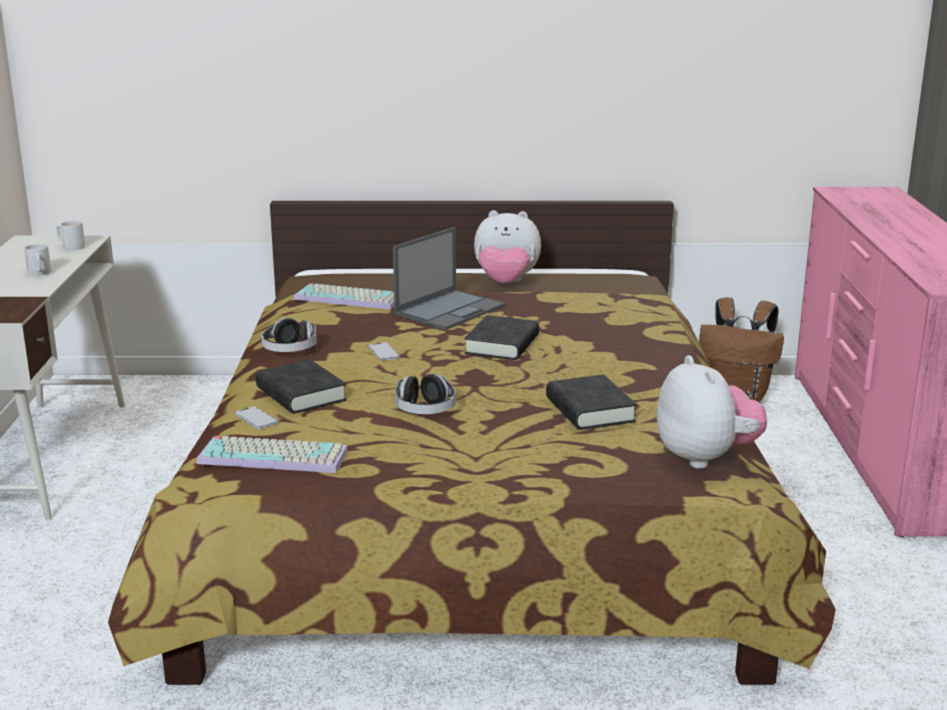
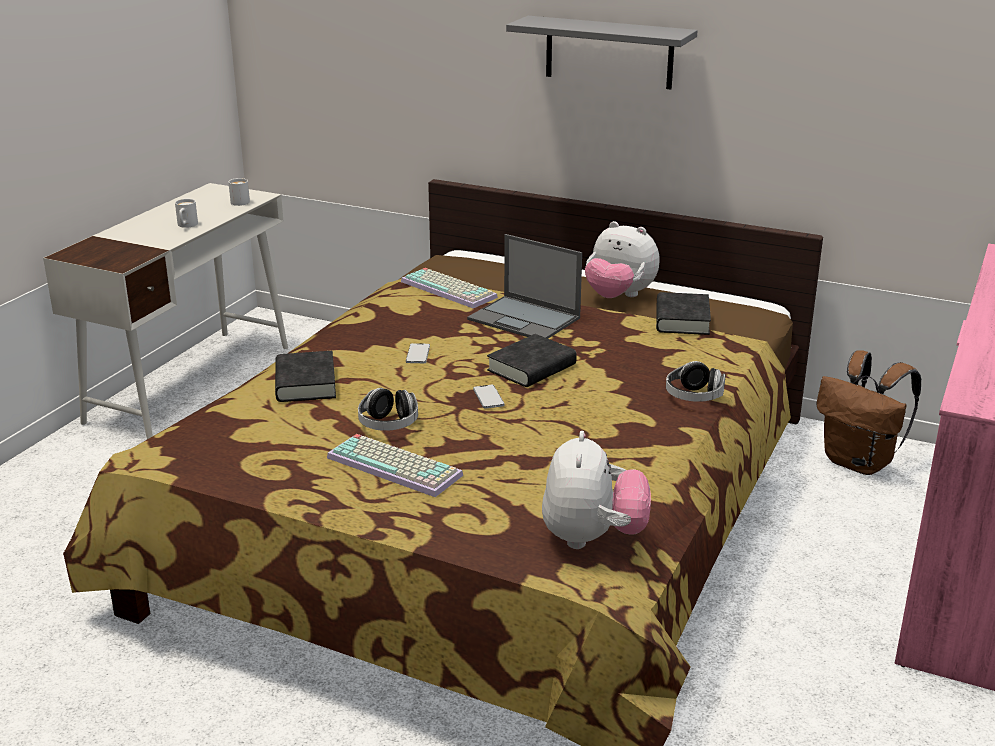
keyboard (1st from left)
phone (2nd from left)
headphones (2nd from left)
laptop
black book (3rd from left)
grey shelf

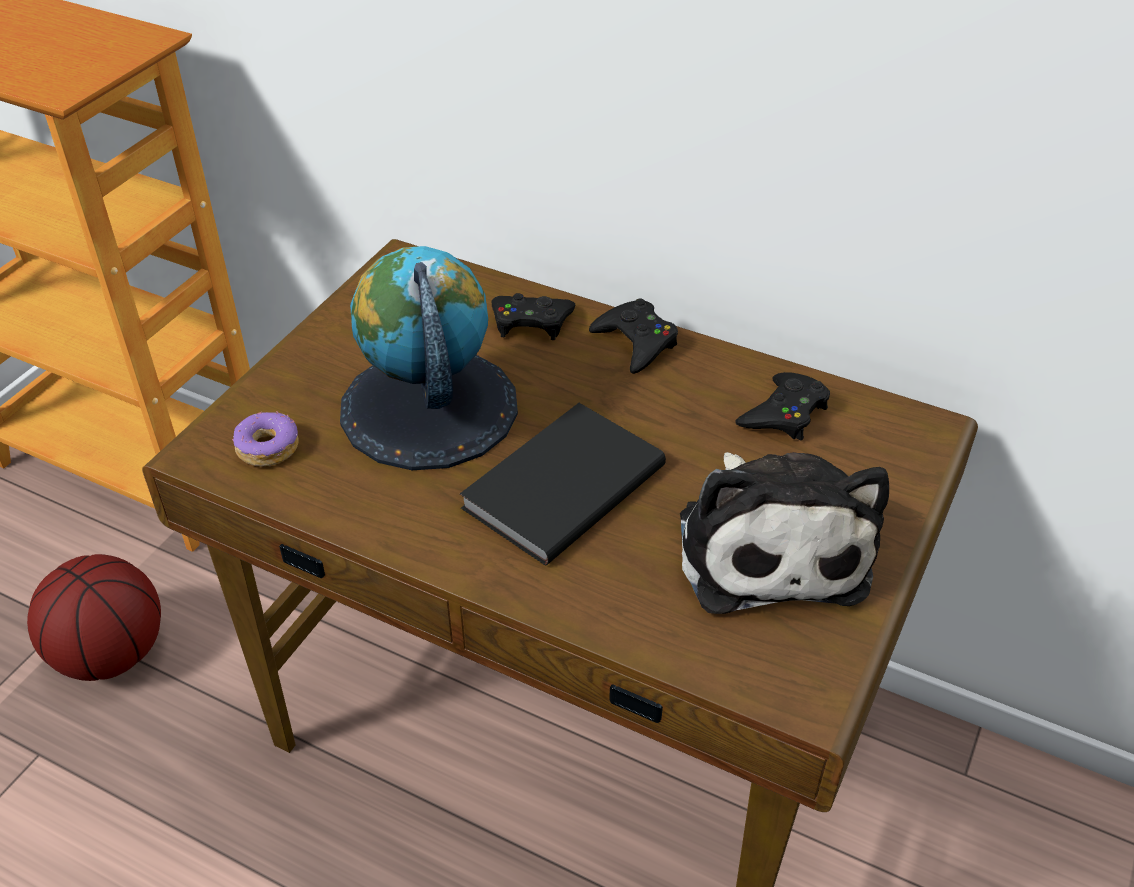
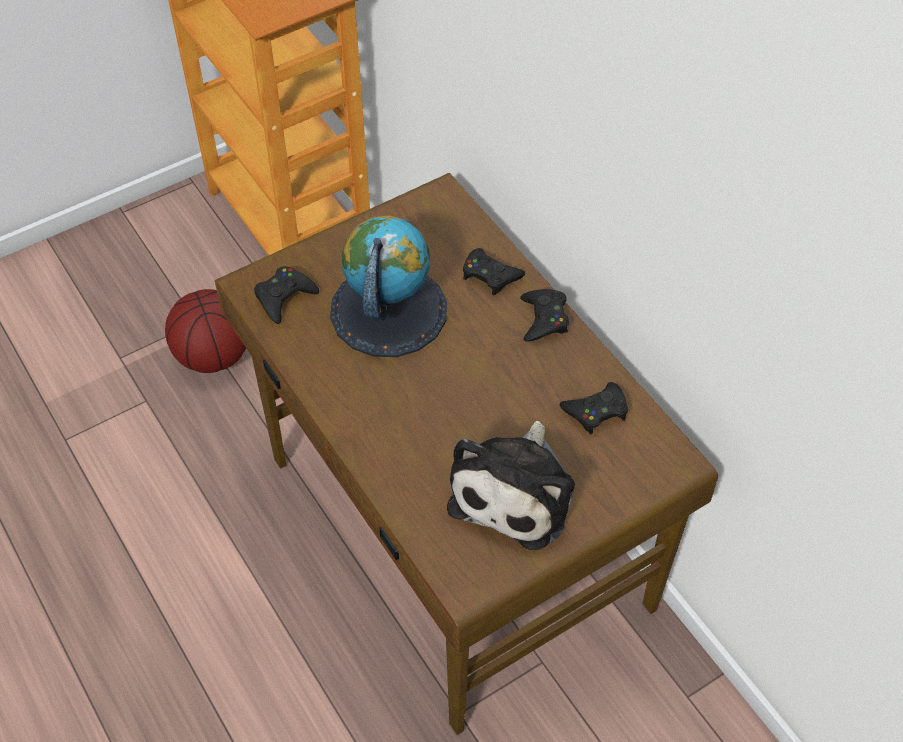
black game controller (1st from left)
black book

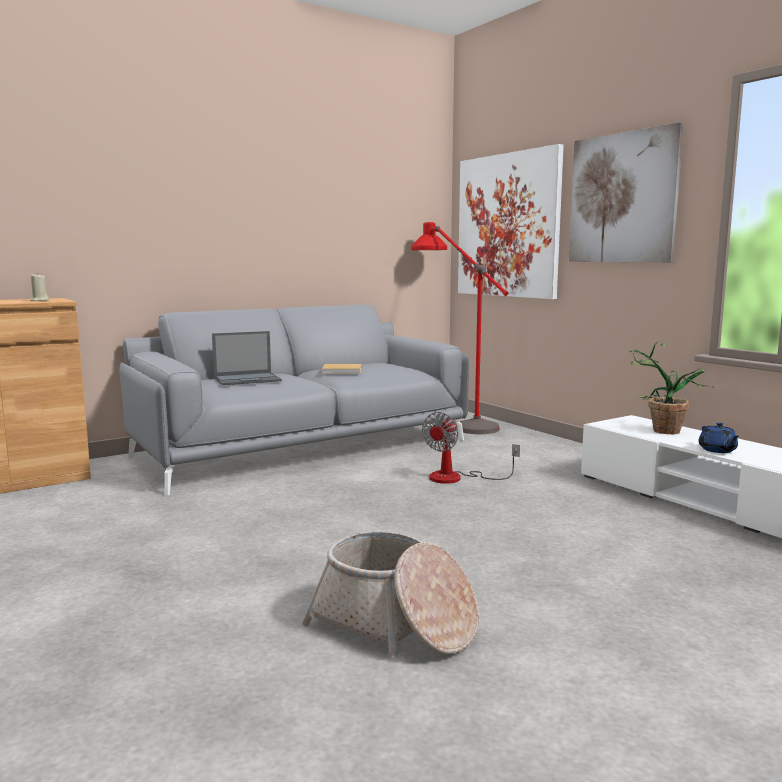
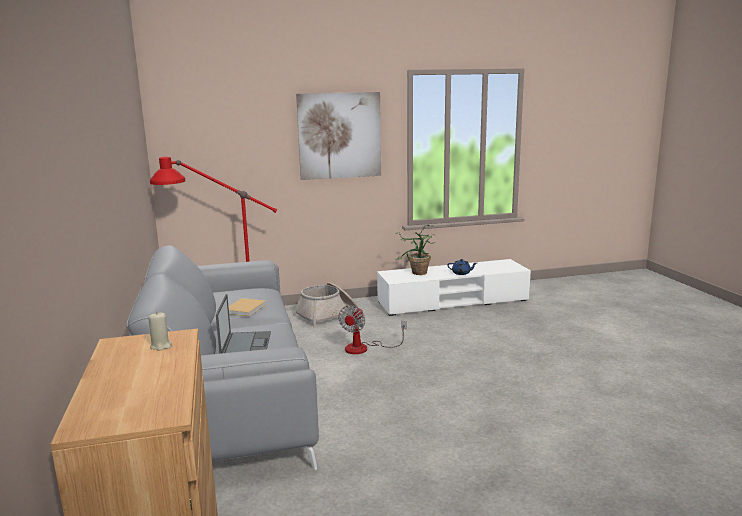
basket
fan
picture (1st from left in the first image)

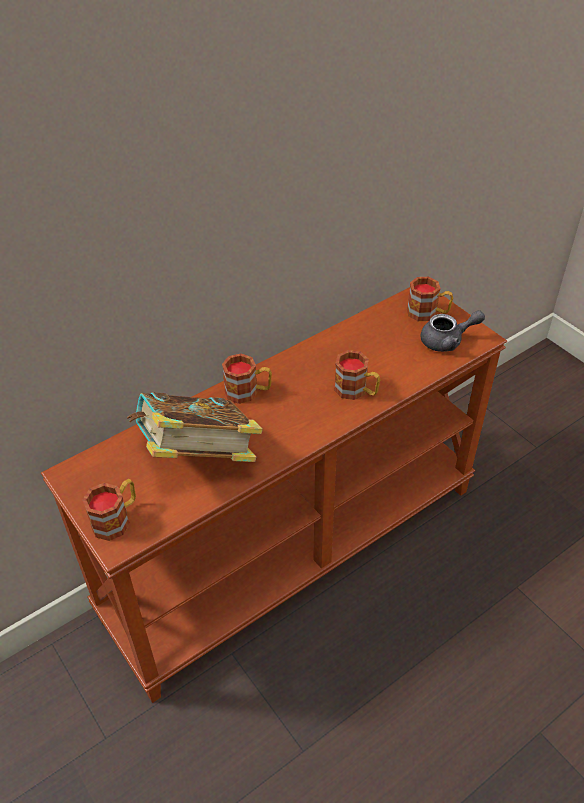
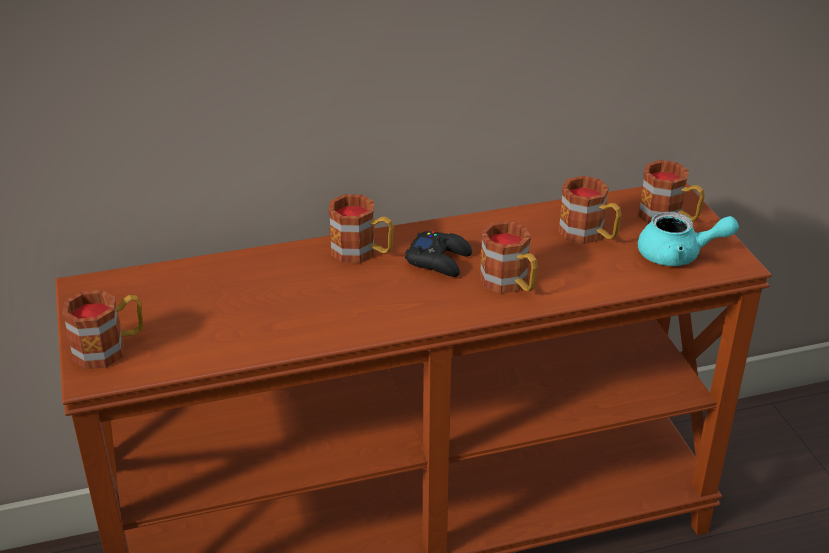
book
turquoise teapot
black game controller
mug (4th from left)

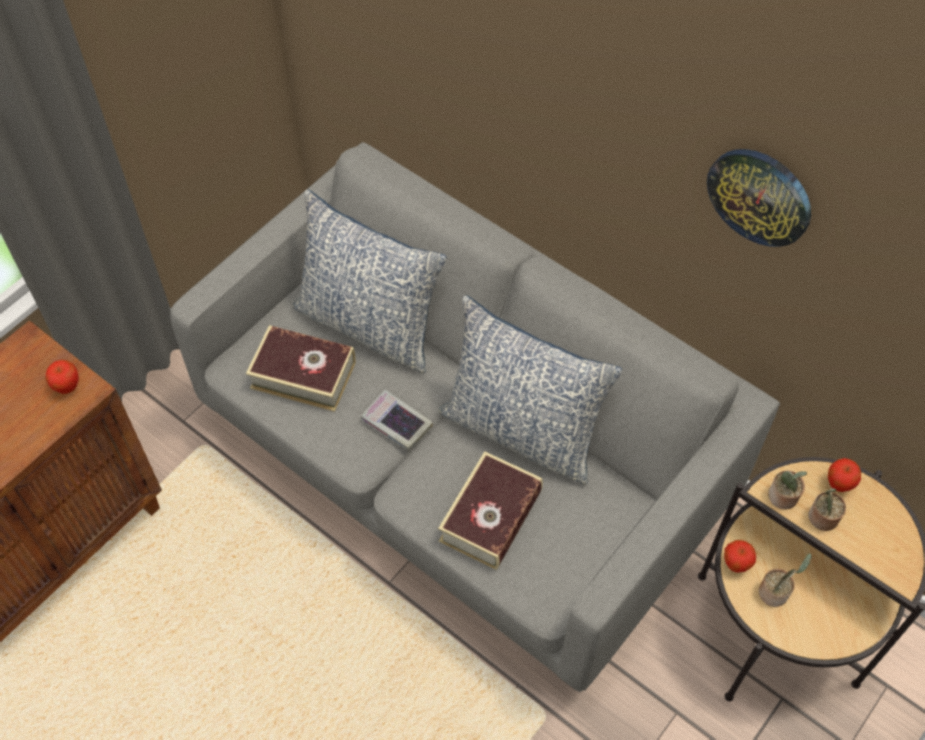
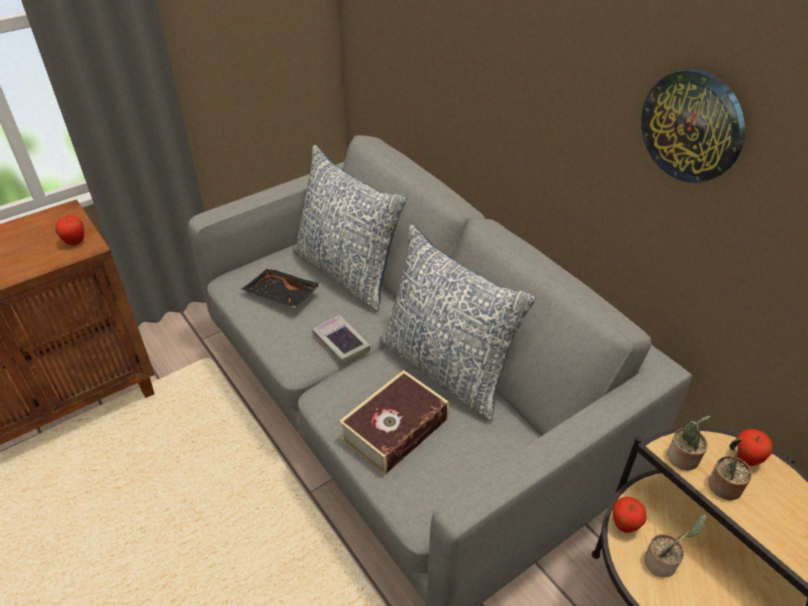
black tray

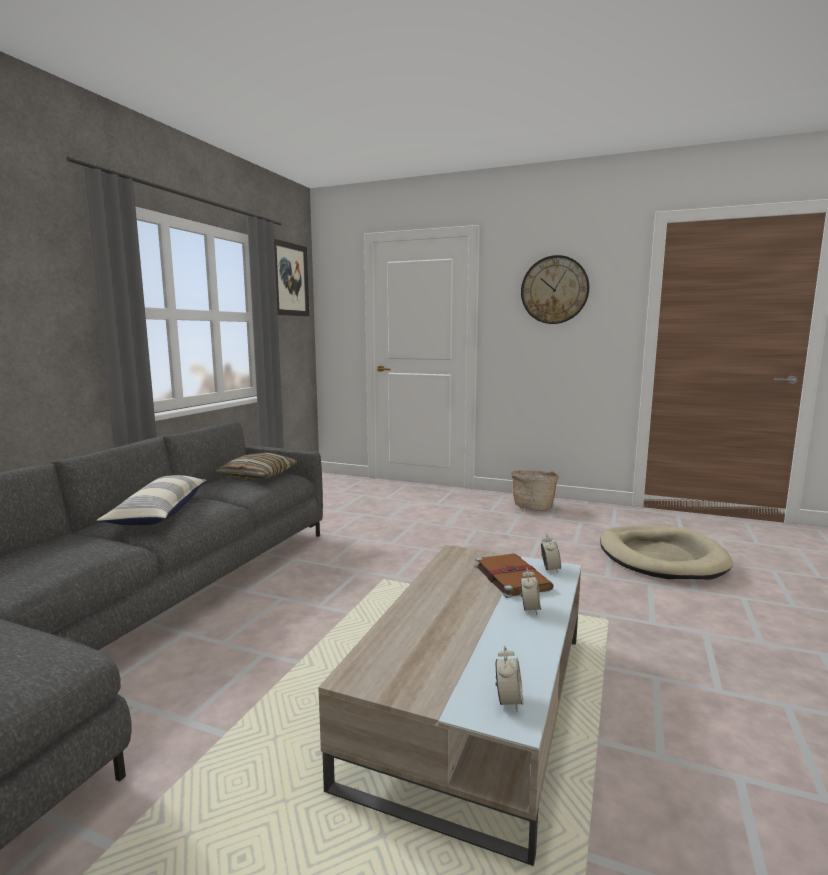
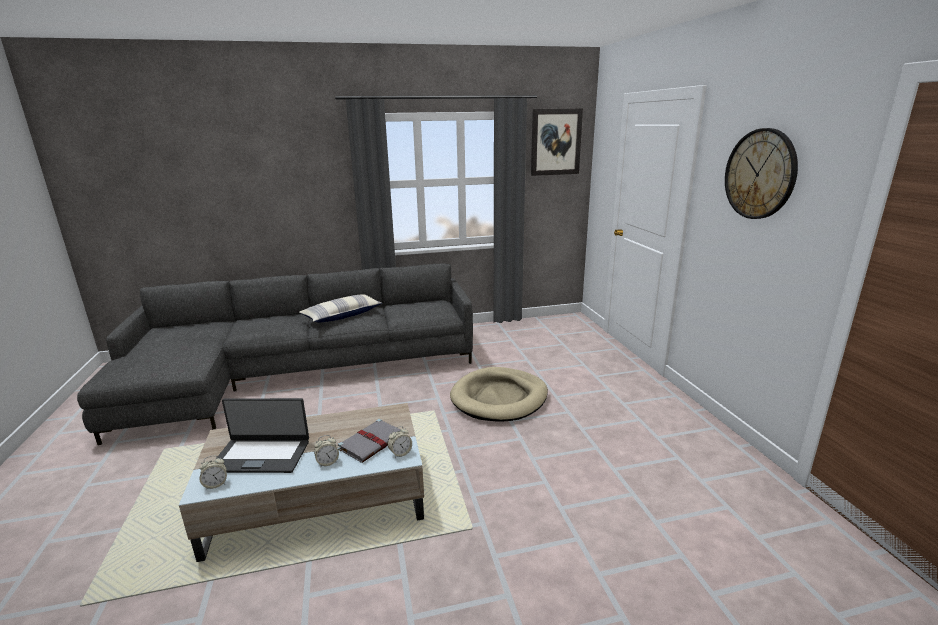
pillow (2nd from left in the first image)
grey book
basket
beige dog bed
laptop

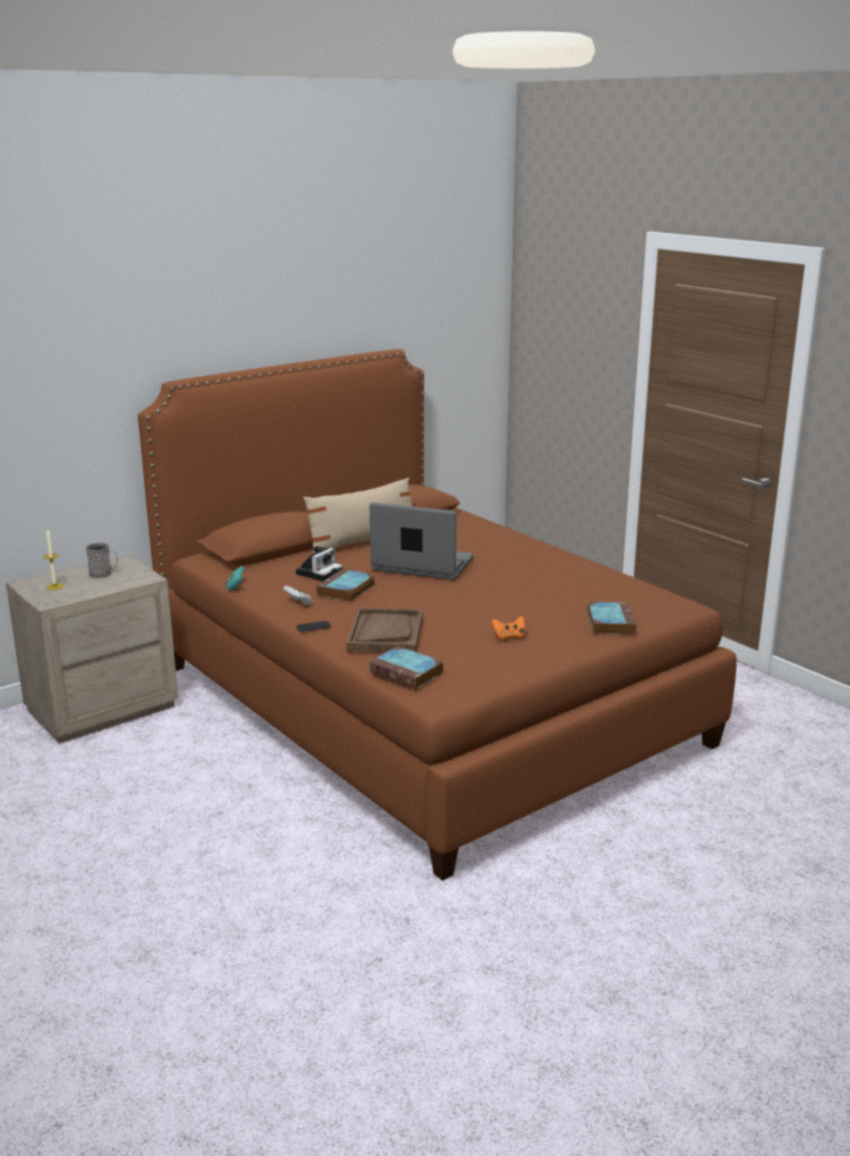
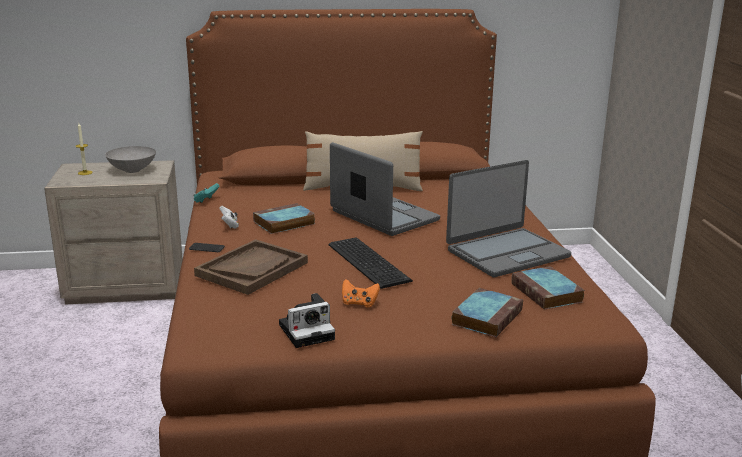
grey bowl
photo camera
book (3rd from left)
keyboard
laptop (2nd from left)

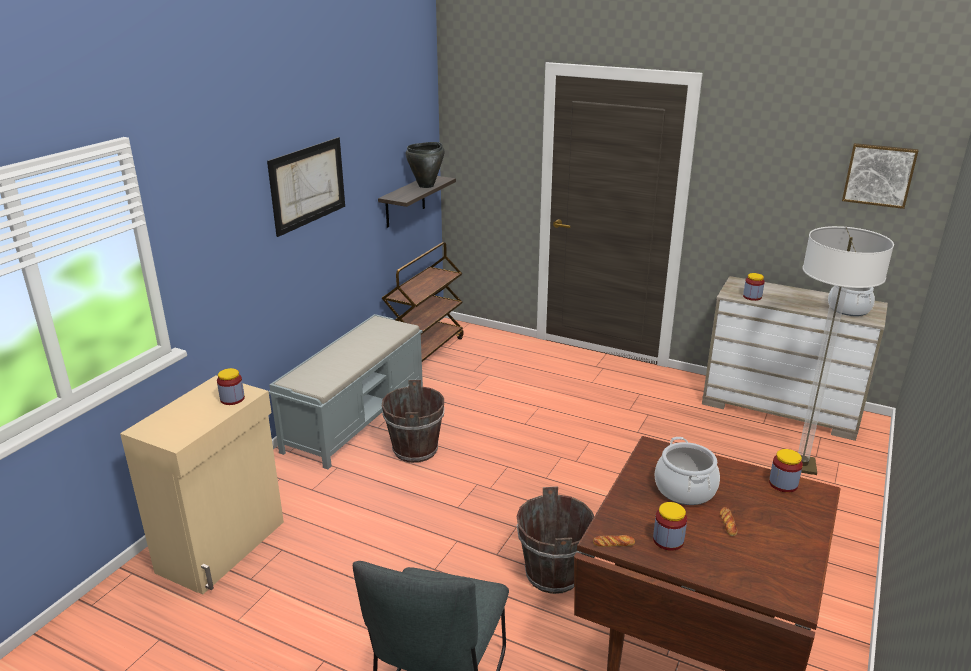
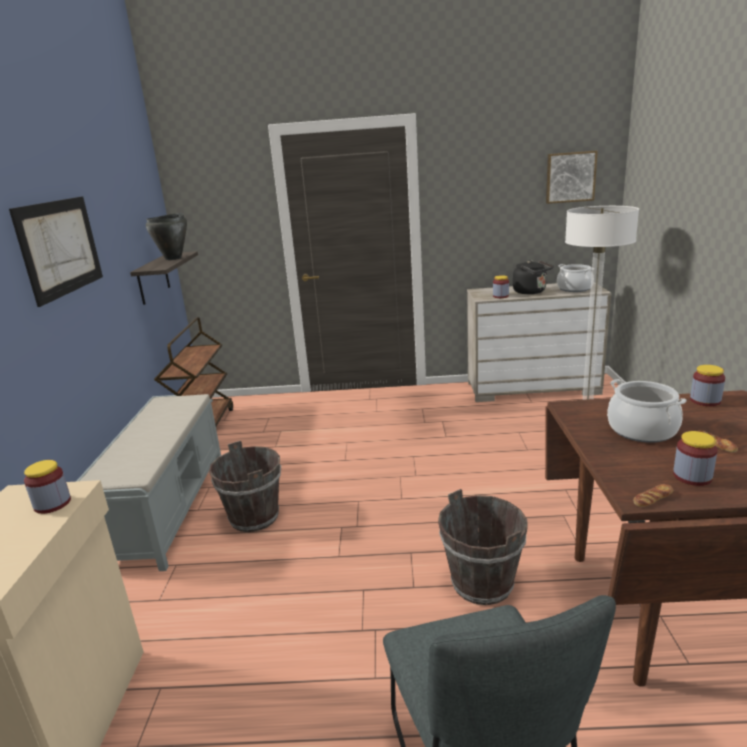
black kettle

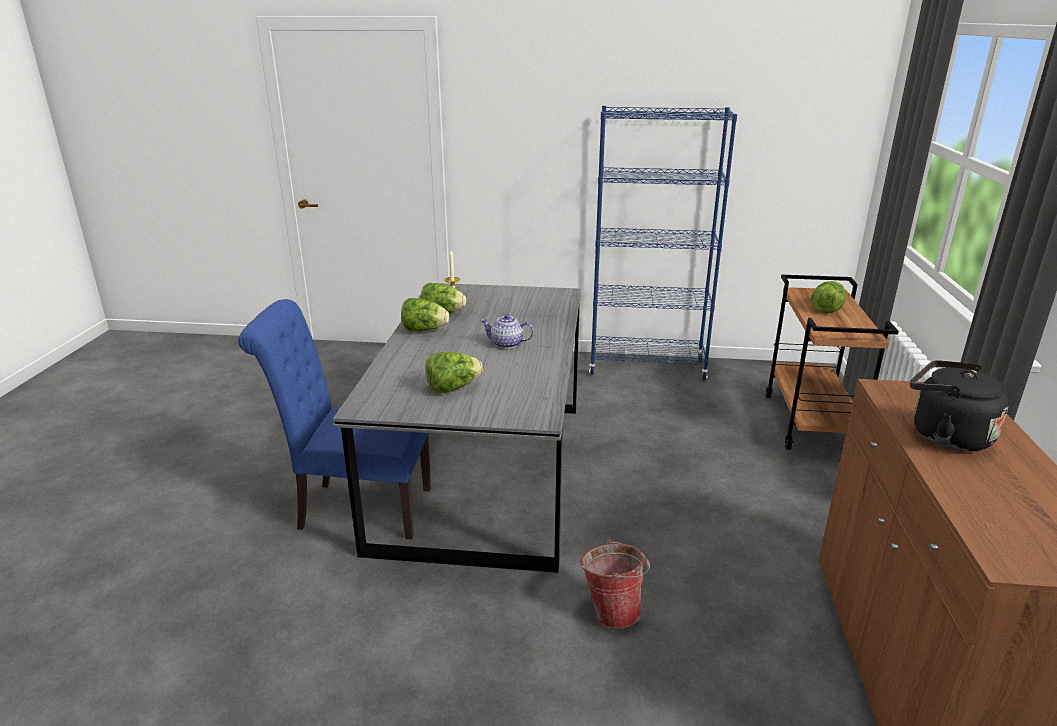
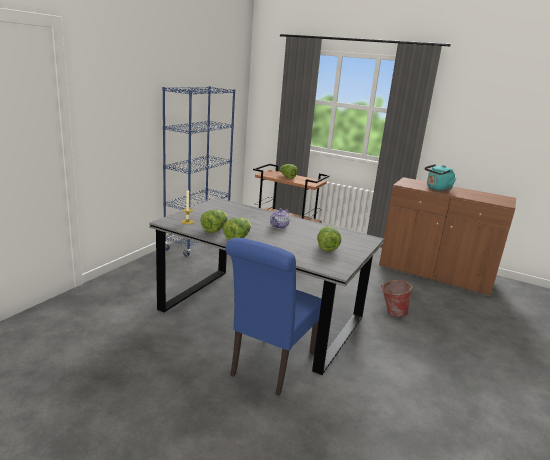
turquoise kettle

